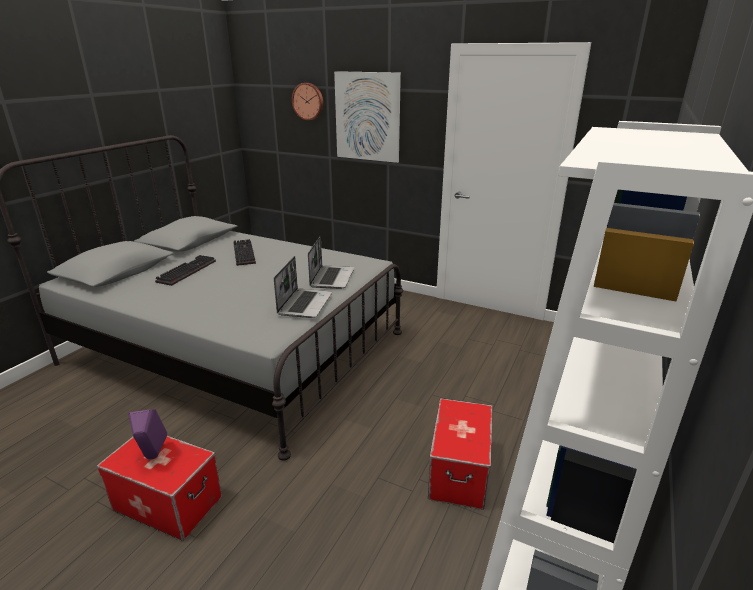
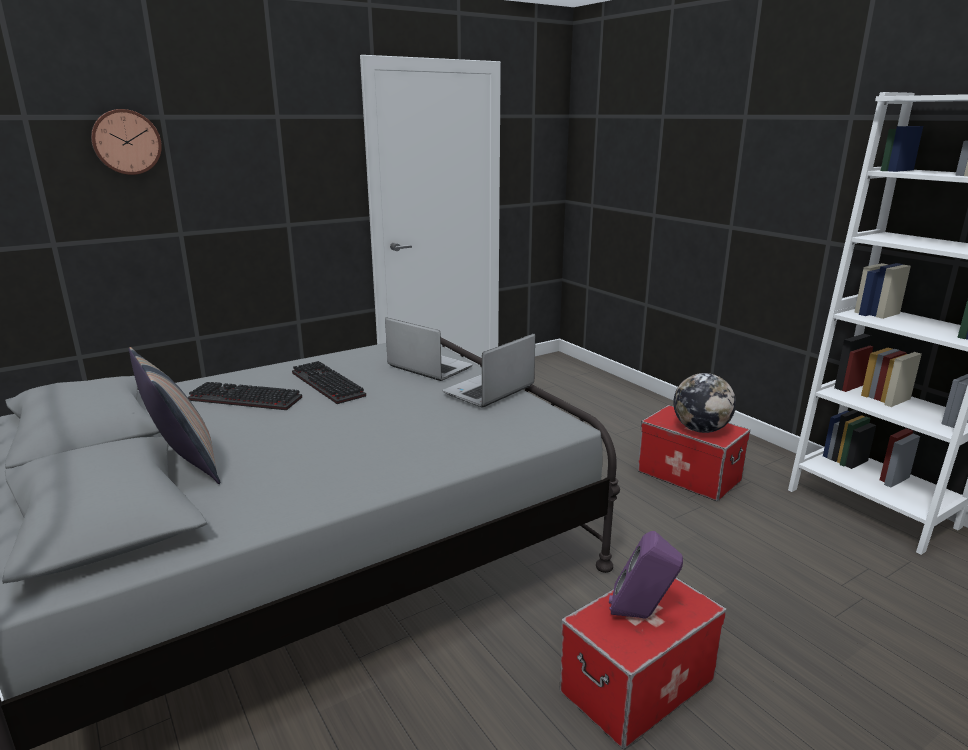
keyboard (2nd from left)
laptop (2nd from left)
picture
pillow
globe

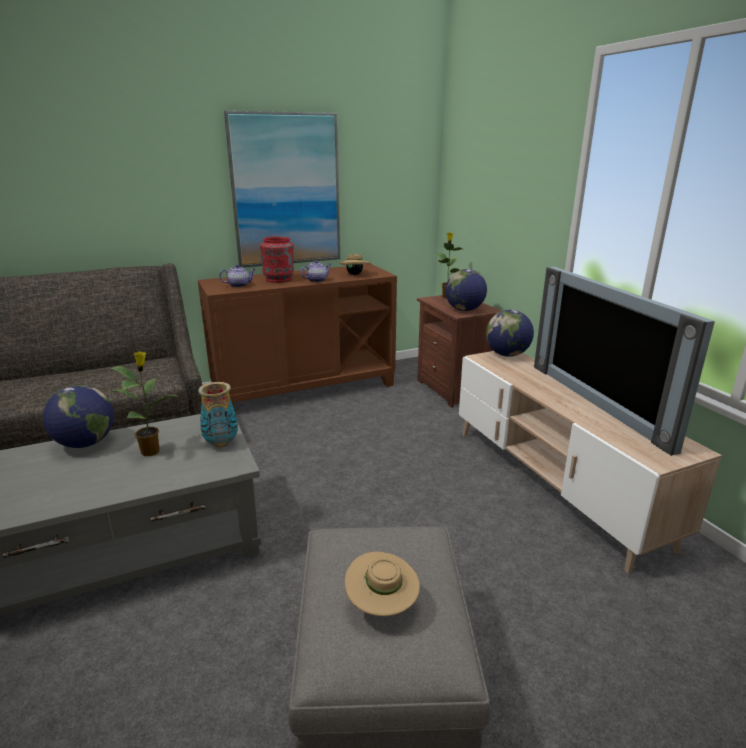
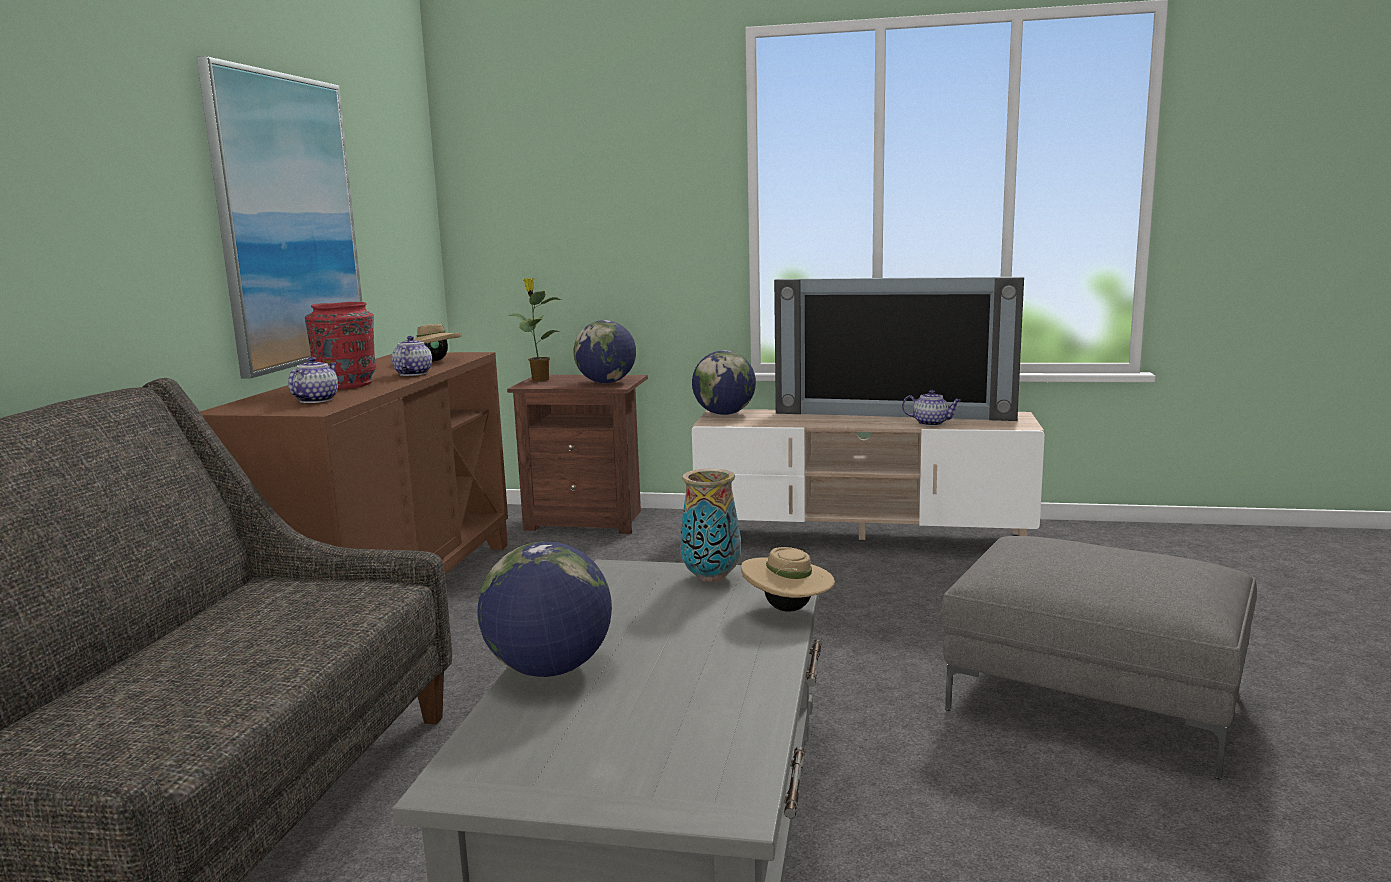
potted plant (1st from left in the first image)
beige hat (2nd from left)
teapot (3rd from left)

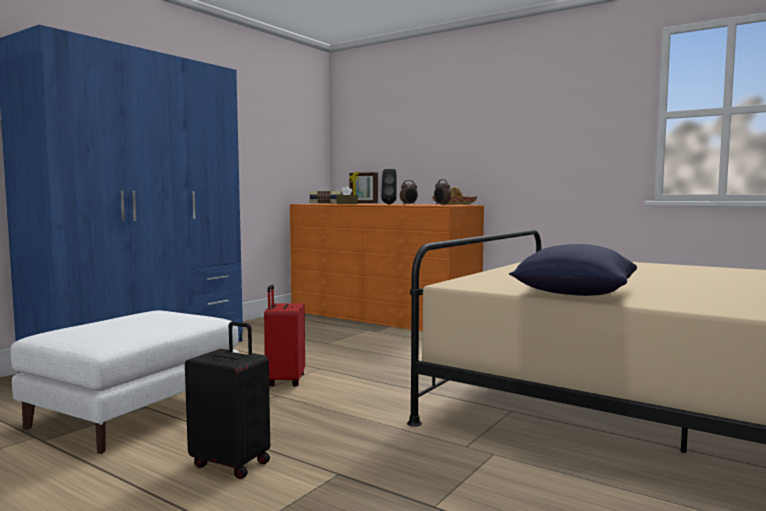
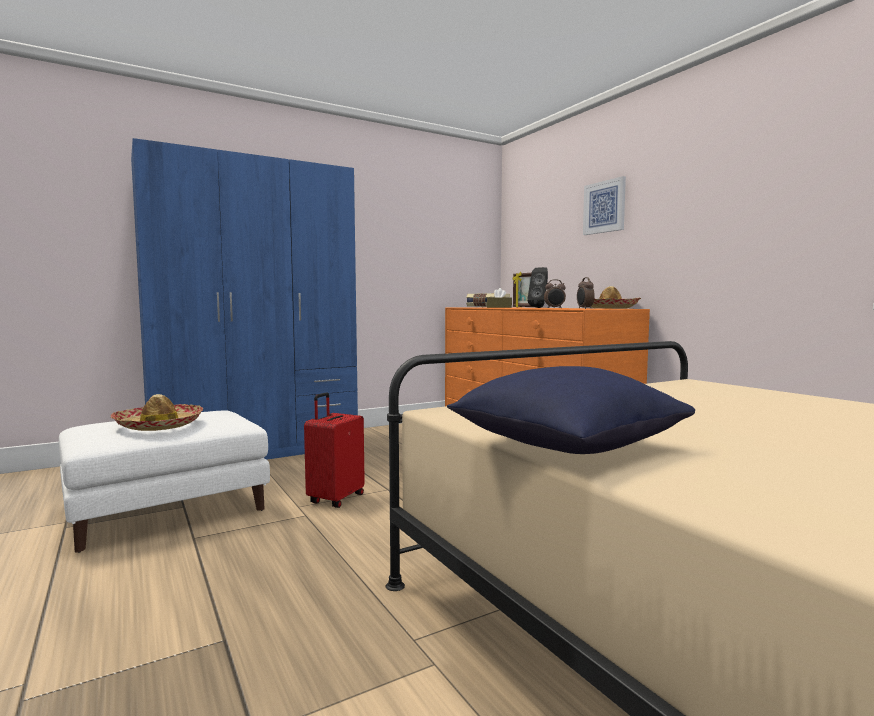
black suitcase
hat (1st from left)
picture

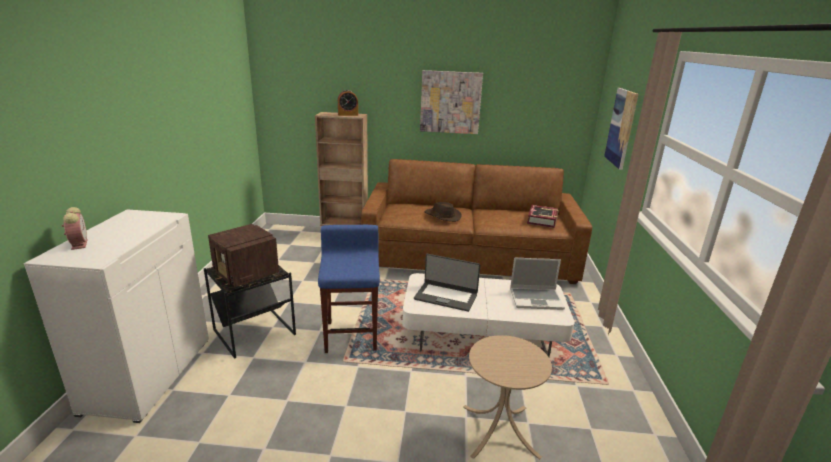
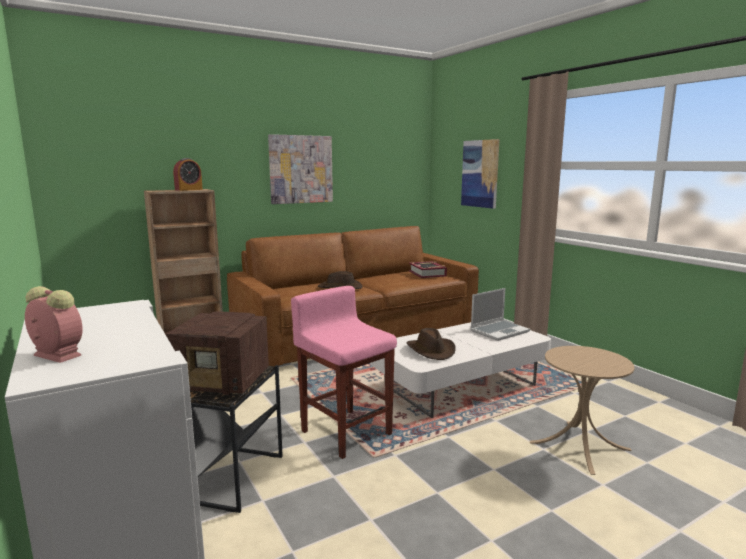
pink stool
brown hat (2nd from left)

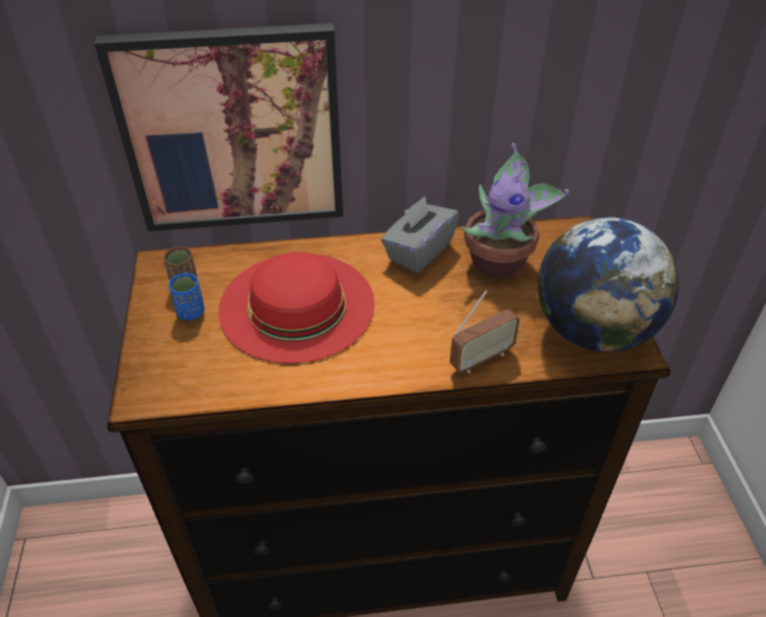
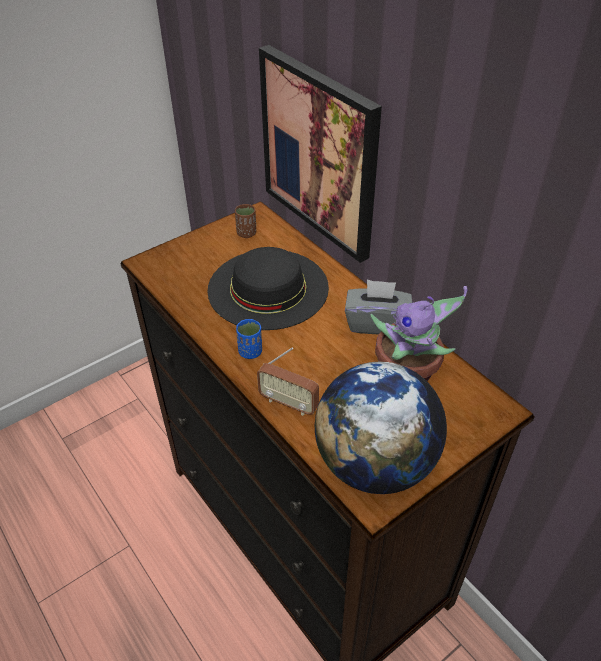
blue cup
black hat

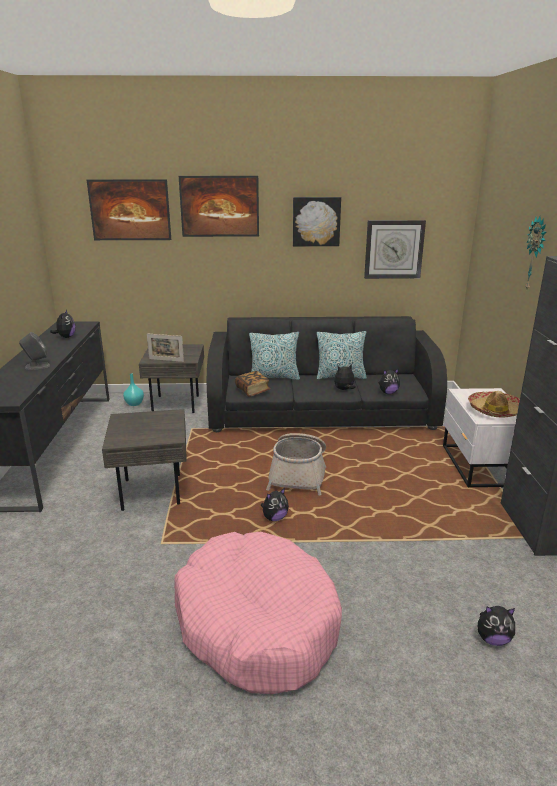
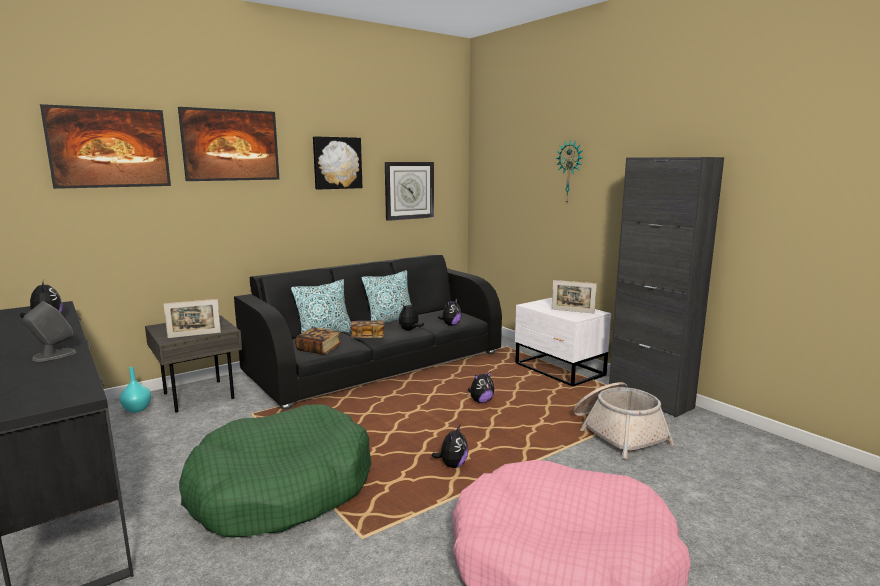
green dog bed
basket
picture frame (2nd from left)
plush toy (5th from left)
book (2nd from left)

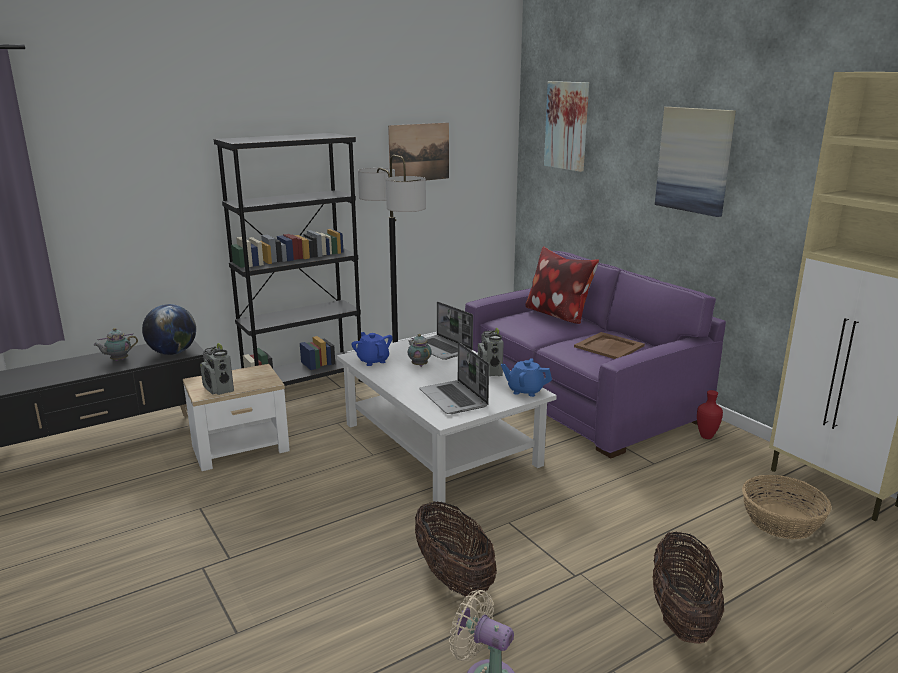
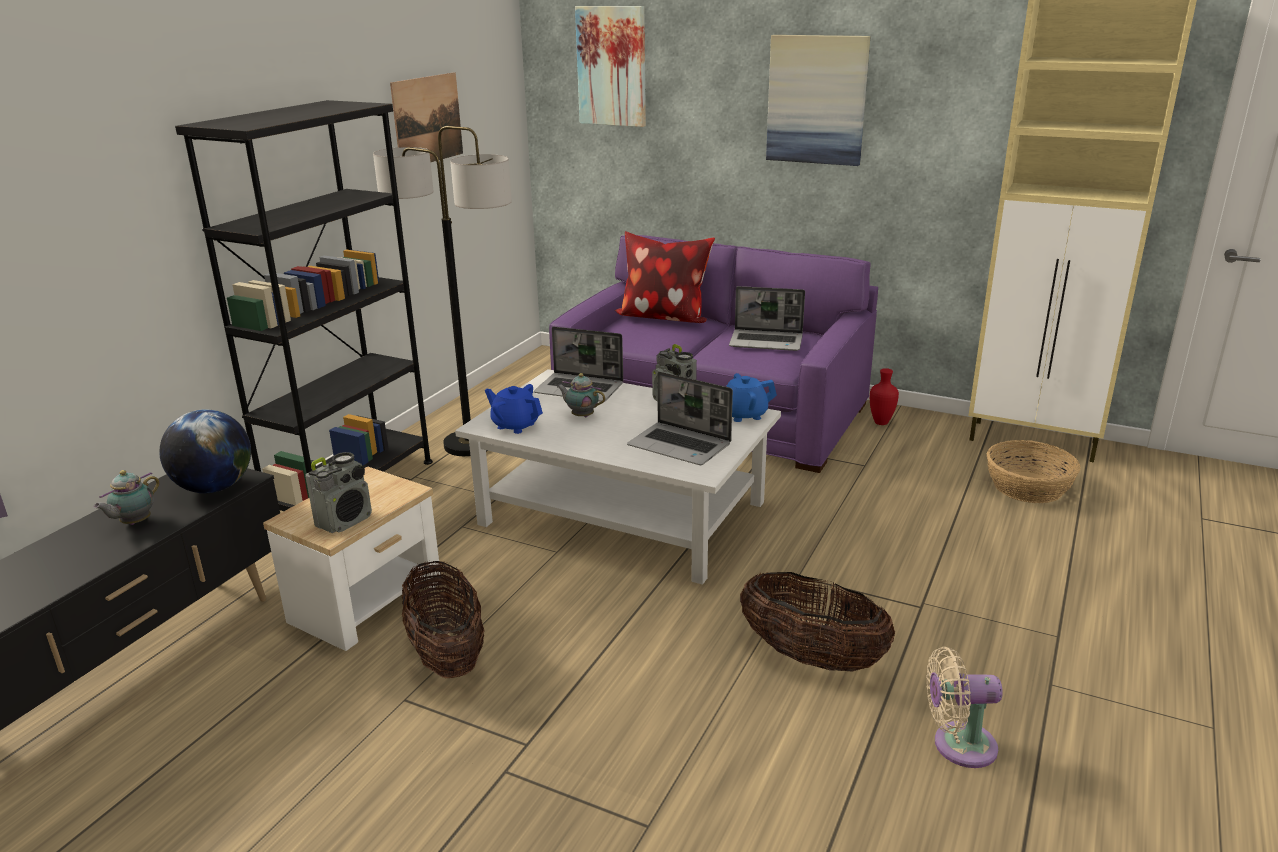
radio (1st from left)
laptop (3rd from left)
basket (1st from left)

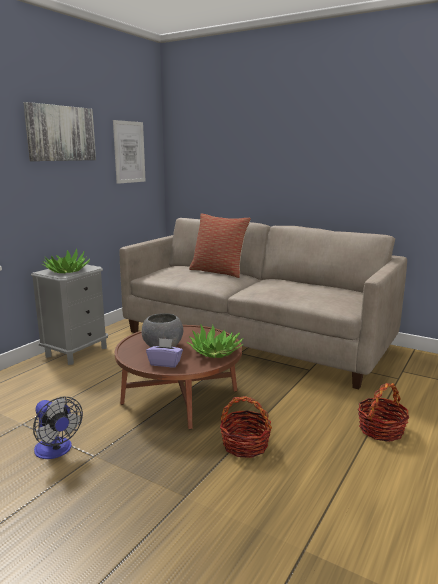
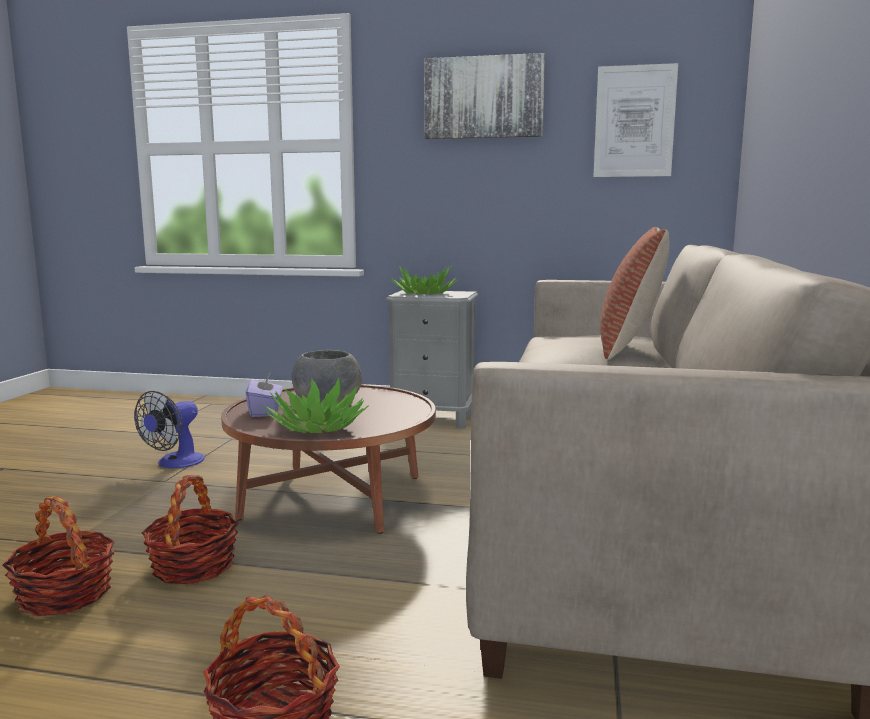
basket (1st from left)

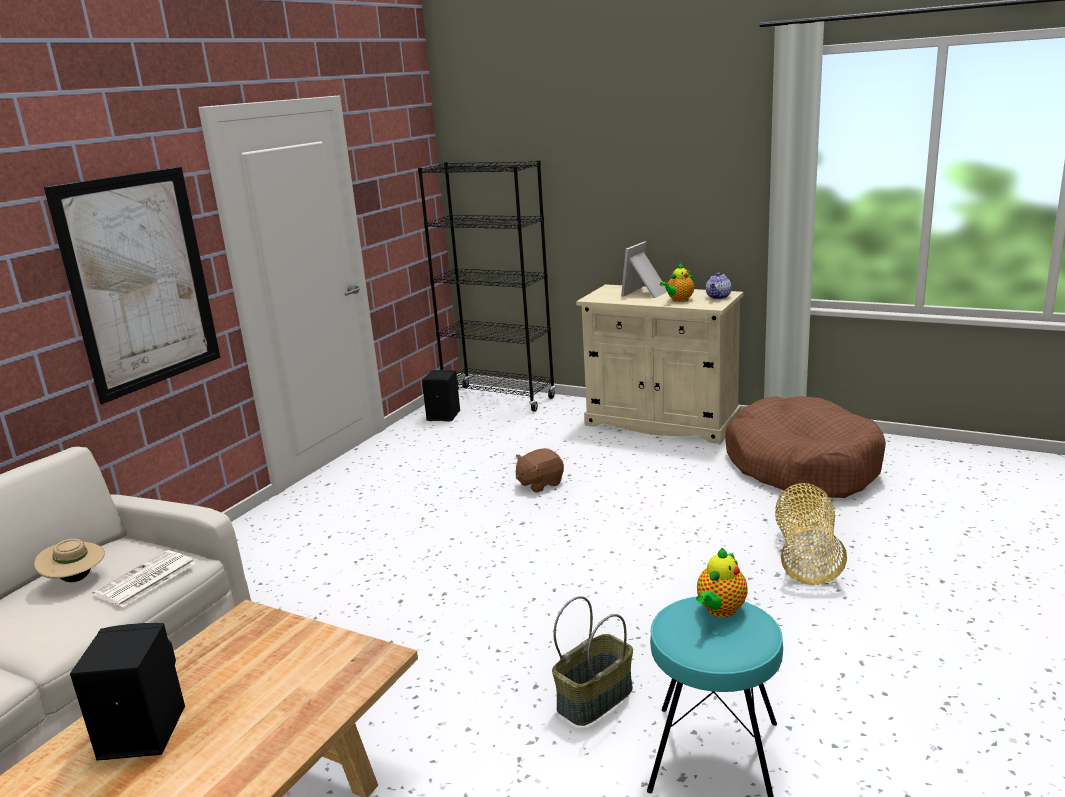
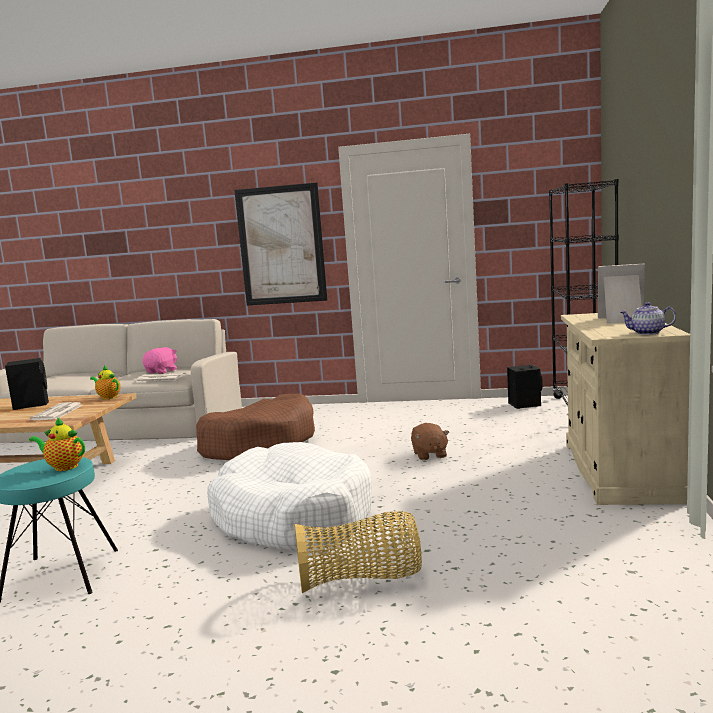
pink plush toy
brown plush toy
basket (1st from left in the first image)
teapot (2nd from left)
brown dog bed
newspaper (1st from left)
white dog bed

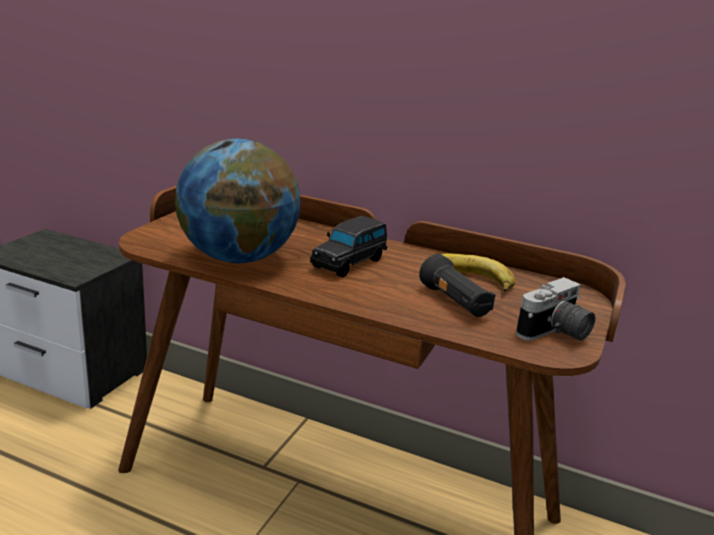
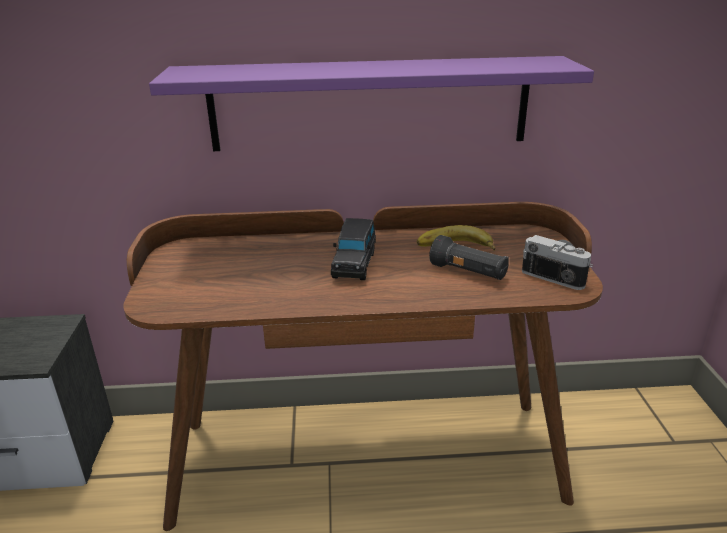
globe
photo camera
purple shelf

